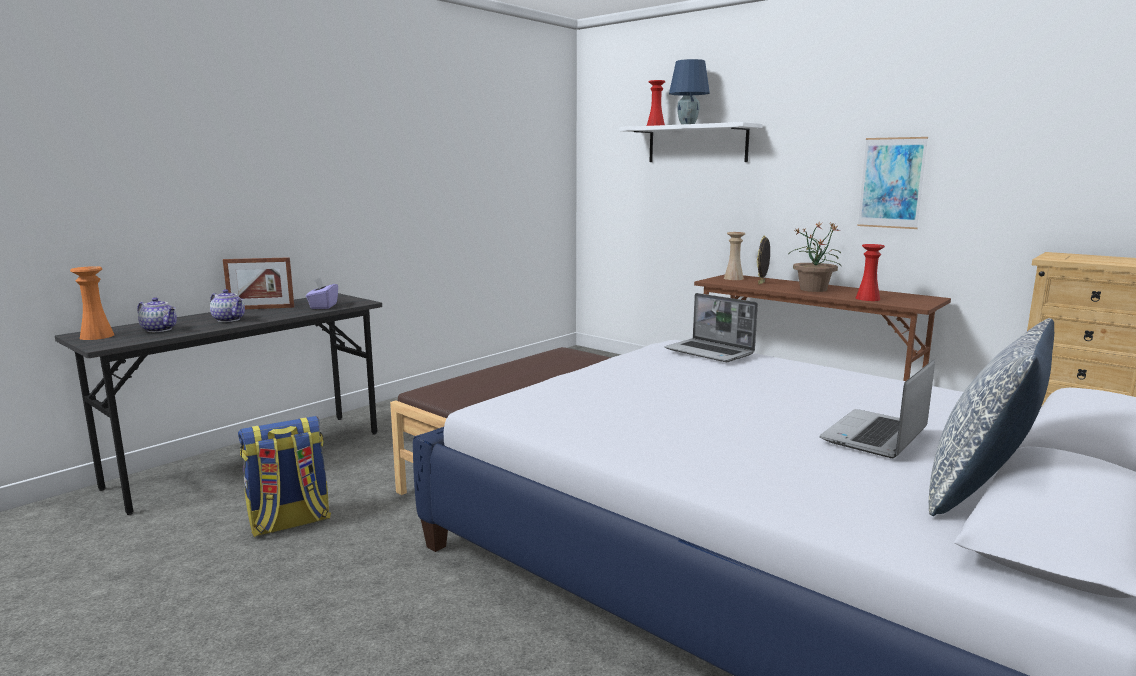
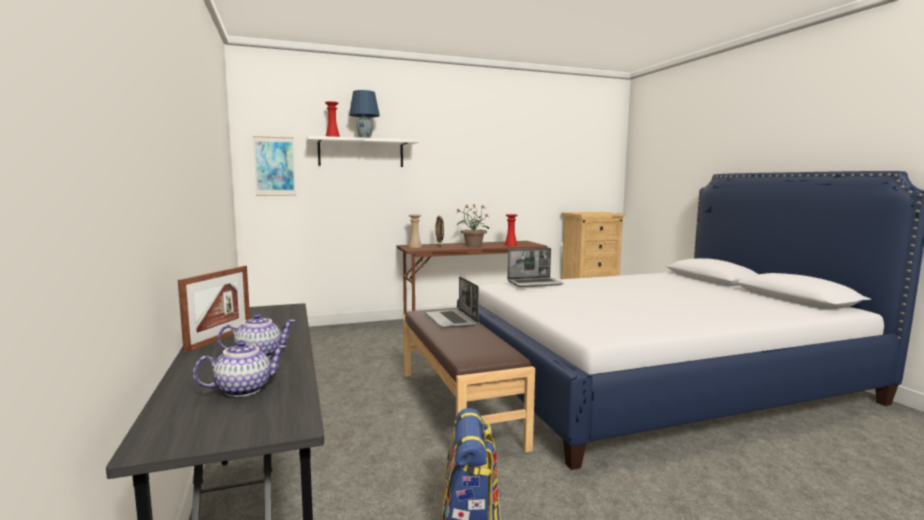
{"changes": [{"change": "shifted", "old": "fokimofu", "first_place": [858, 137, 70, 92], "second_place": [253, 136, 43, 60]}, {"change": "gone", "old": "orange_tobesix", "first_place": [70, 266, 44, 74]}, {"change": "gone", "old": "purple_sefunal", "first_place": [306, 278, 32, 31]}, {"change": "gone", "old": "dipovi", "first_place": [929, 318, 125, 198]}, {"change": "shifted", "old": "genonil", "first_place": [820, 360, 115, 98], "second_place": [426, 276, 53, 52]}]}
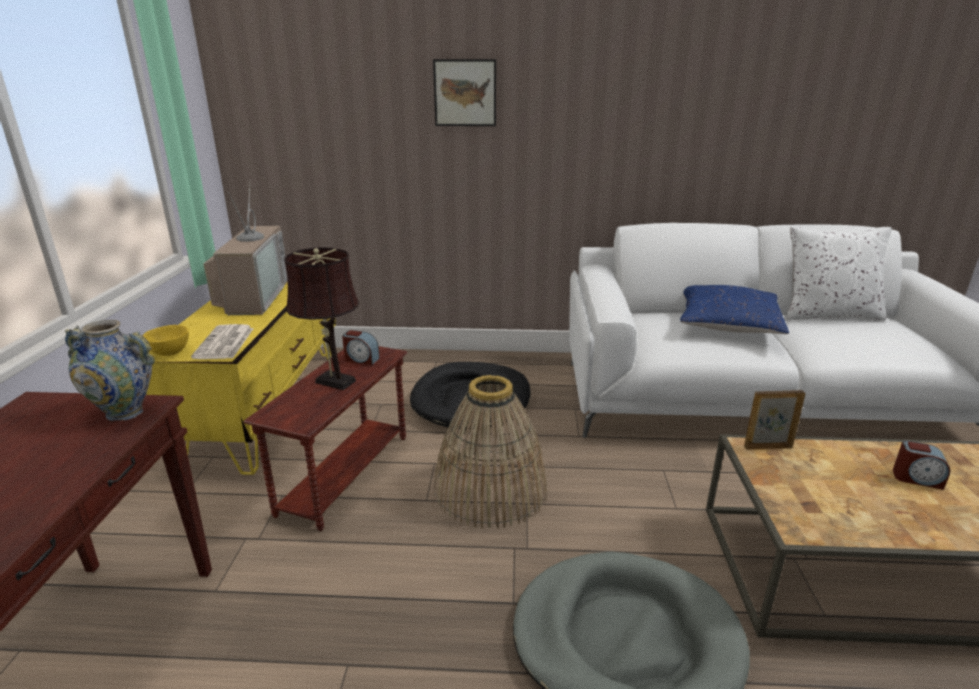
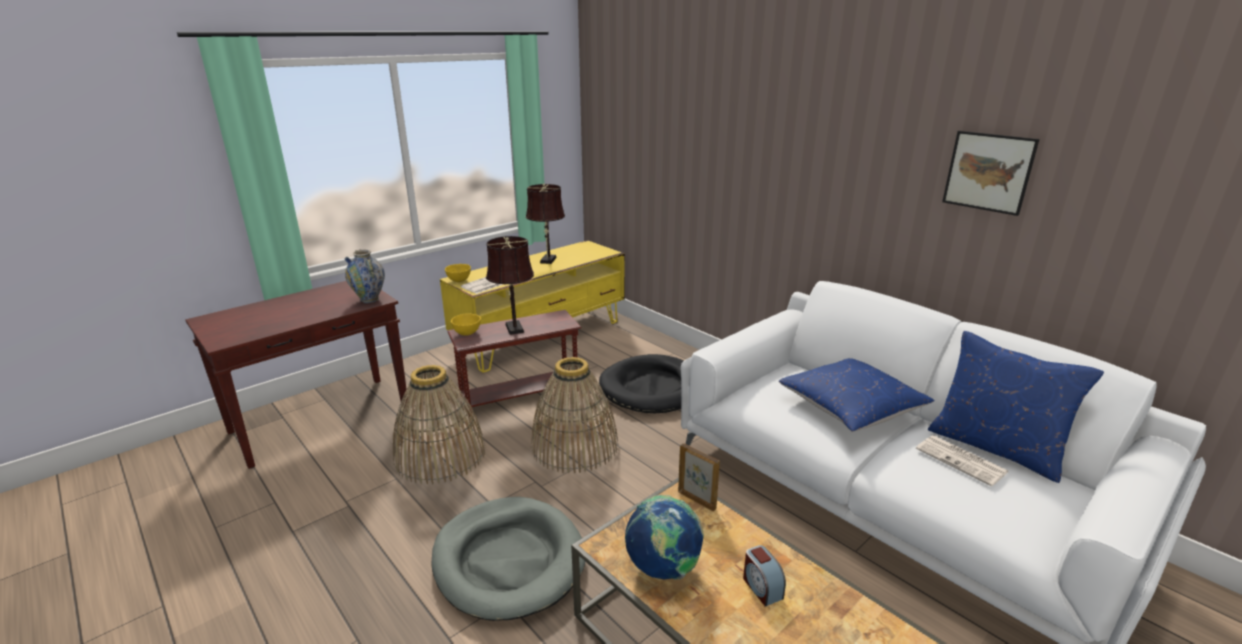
{"changes": [{"change": "shifted", "old": "fokimofu", "first_place": [433, 59, 63, 67], "second_place": [942, 131, 97, 85]}, {"change": "swapped", "old": "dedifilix", "new": "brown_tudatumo", "first_place": [203, 180, 84, 135], "second_place": [526, 183, 39, 81]}, {"change": "repainted", "old": "white_dipovi", "new": "blue_dipovi", "first_place": [786, 227, 106, 94], "second_place": [928, 331, 176, 152]}, {"change": "gone", "old": "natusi", "first_place": [342, 330, 38, 35]}, {"change": "new", "new": "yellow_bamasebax", "second_place": [451, 314, 30, 22]}, {"change": "new", "new": "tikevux", "second_place": [393, 365, 92, 119]}, {"change": "new", "new": "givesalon", "second_place": [916, 435, 92, 52]}, {"change": "new", "new": "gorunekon", "second_place": [625, 495, 79, 85]}]}
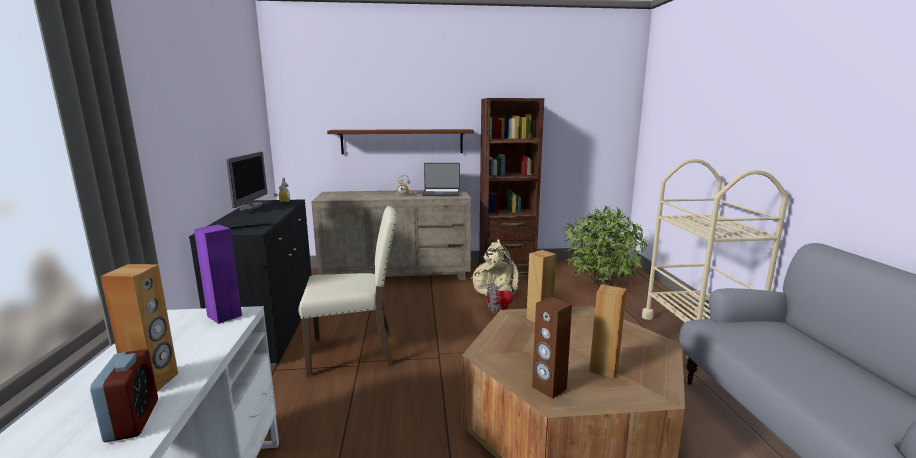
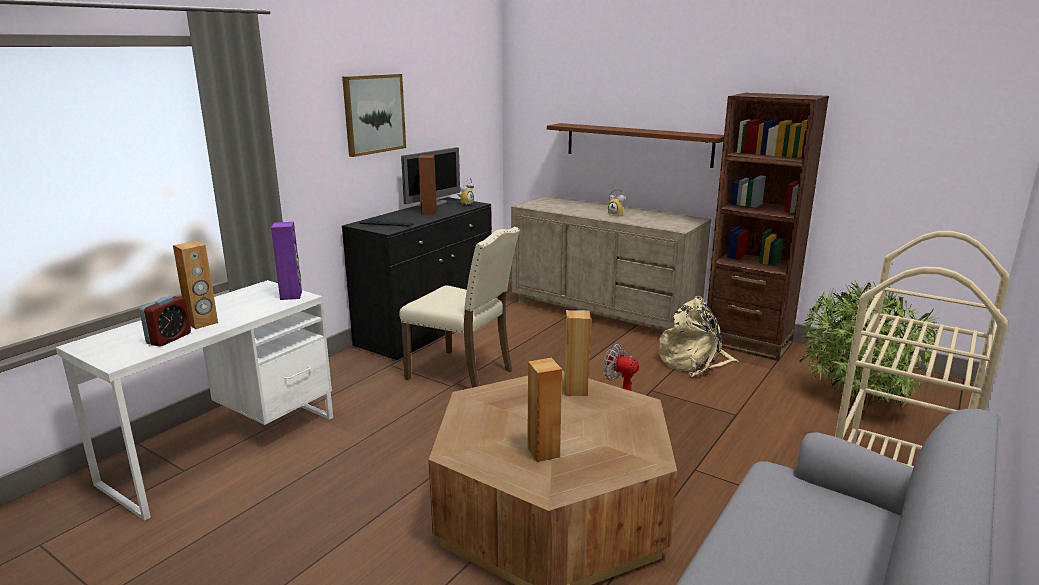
{"changes": [{"change": "gone", "old": "genonil", "first_place": [422, 163, 38, 33]}, {"change": "shifted", "old": "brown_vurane", "first_place": [532, 297, 40, 102], "second_place": [418, 155, 19, 59]}, {"change": "new", "new": "fokimofu", "second_place": [342, 74, 64, 83]}]}
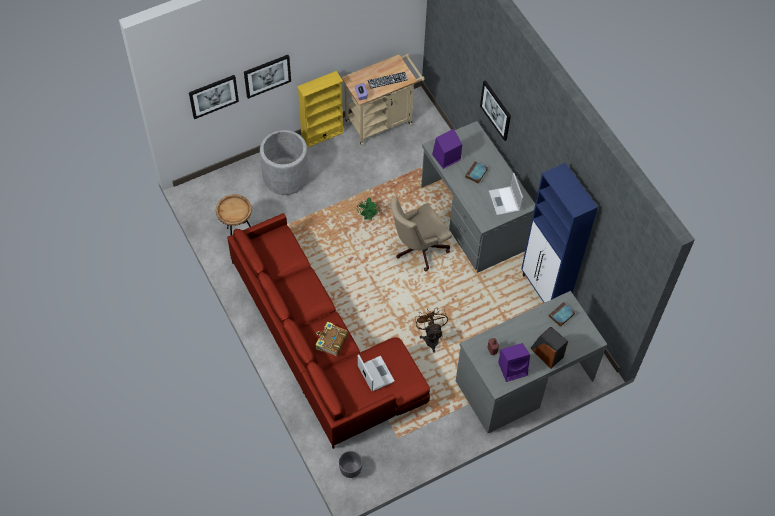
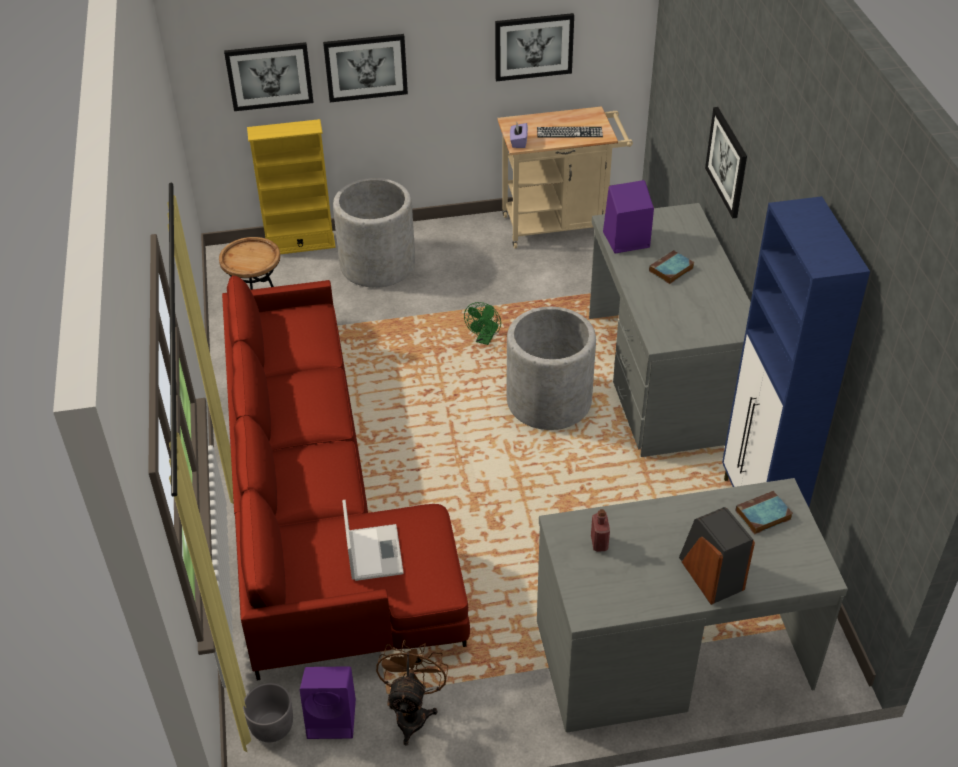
{"changes": [{"change": "shifted", "old": "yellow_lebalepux", "first_place": [297, 71, 47, 77], "second_place": [247, 119, 89, 135]}, {"change": "gone", "old": "genonil", "first_place": [489, 173, 34, 43]}, {"change": "swapped", "old": "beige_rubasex", "new": "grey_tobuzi", "first_place": [390, 197, 62, 74], "second_place": [507, 307, 89, 123]}, {"change": "shifted", "old": "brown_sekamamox", "first_place": [415, 308, 33, 45], "second_place": [376, 640, 73, 106]}, {"change": "gone", "old": "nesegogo", "first_place": [315, 322, 33, 34]}, {"change": "shifted", "old": "purple_vurane", "first_place": [498, 343, 32, 39], "second_place": [300, 666, 56, 73]}, {"change": "new", "new": "fokimofu", "second_place": [495, 13, 79, 68]}]}
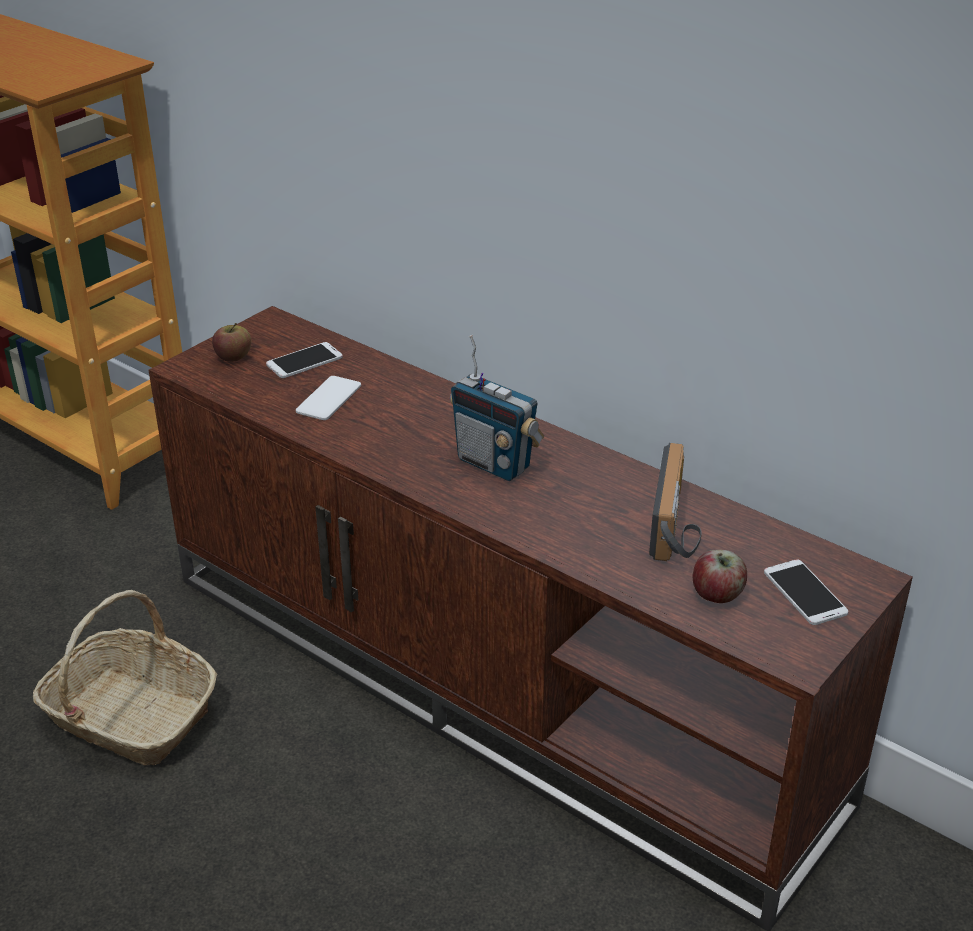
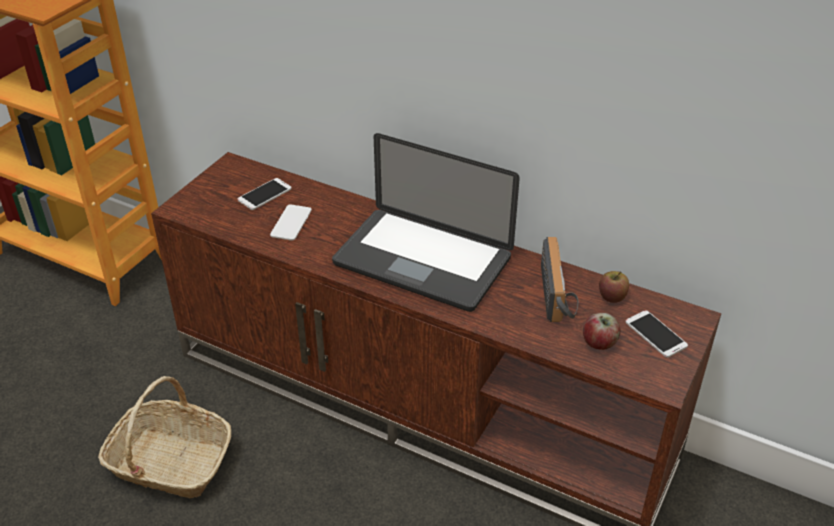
{"changes": [{"change": "shifted", "old": "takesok", "first_place": [212, 323, 39, 39], "second_place": [599, 271, 30, 32]}, {"change": "swapped", "old": "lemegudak", "new": "genonil", "first_place": [450, 335, 94, 146], "second_place": [332, 133, 188, 179]}]}
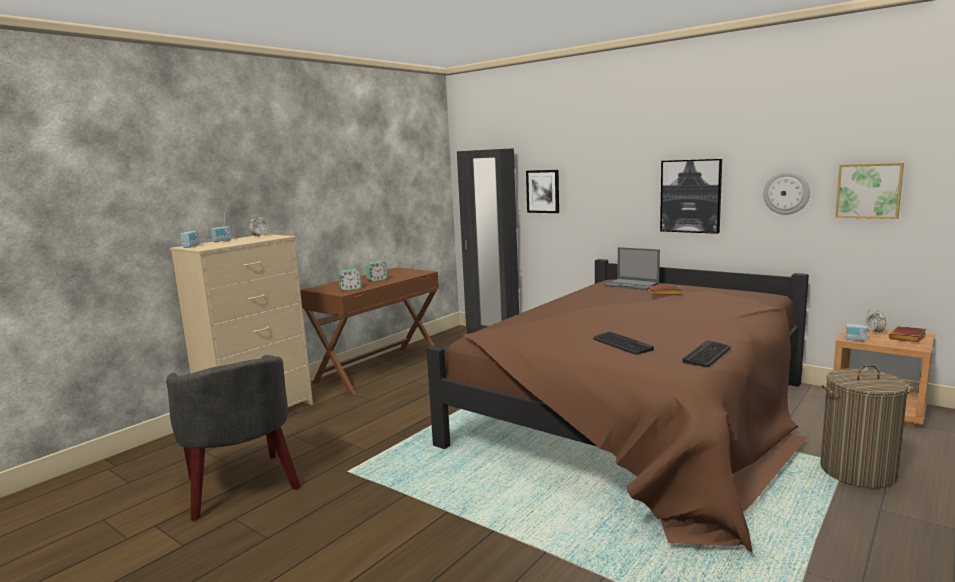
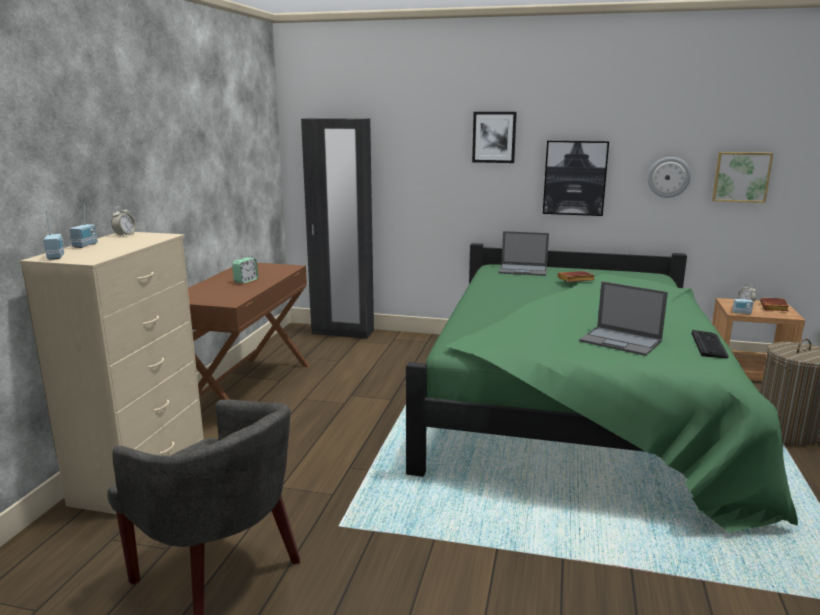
{"changes": [{"change": "shifted", "old": "fokimofu", "first_place": [526, 170, 33, 43], "second_place": [472, 112, 45, 51]}, {"change": "repainted", "old": "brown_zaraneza", "new": "green_zaraneza", "first_place": [426, 259, 383, 294], "second_place": [406, 243, 392, 289]}, {"change": "gone", "old": "natusi", "first_place": [338, 269, 23, 22]}, {"change": "swapped", "old": "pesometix", "new": "genonil", "first_place": [593, 332, 61, 23], "second_place": [579, 281, 89, 75]}]}
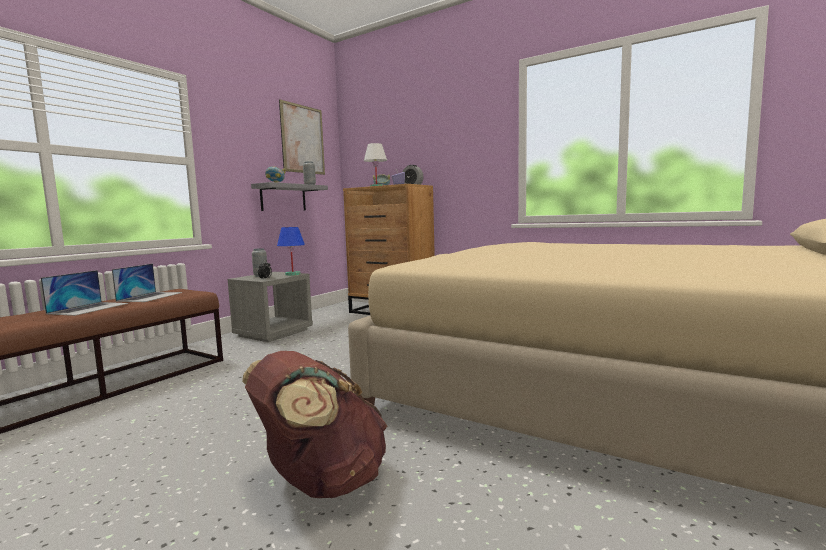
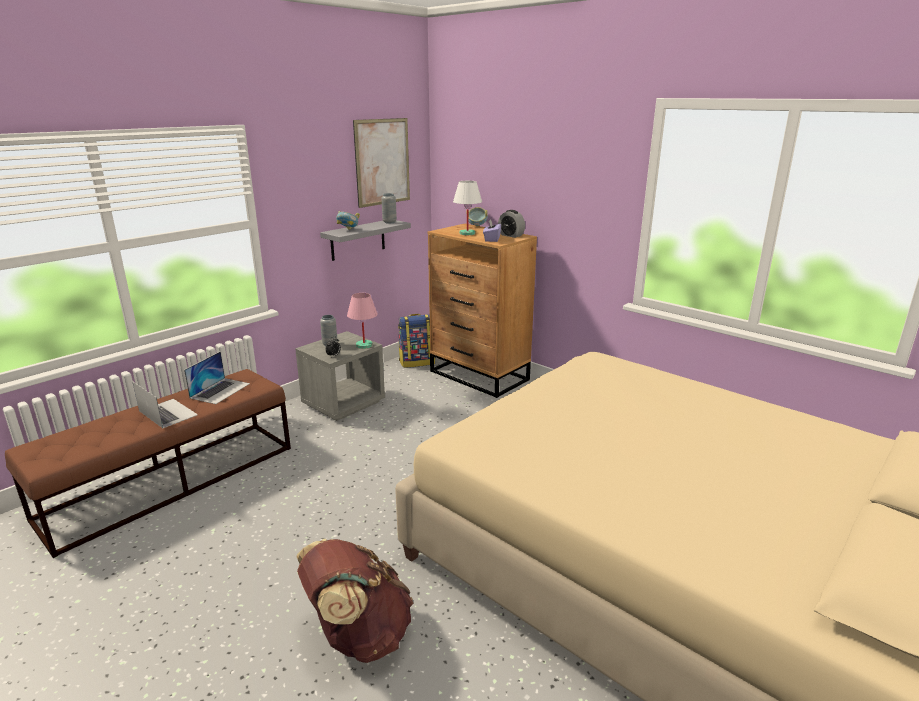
{"changes": [{"change": "repainted", "old": "blue_tudatumo", "new": "pink_tudatumo", "first_place": [277, 227, 28, 49], "second_place": [347, 293, 31, 56]}, {"change": "rotated", "old": "genonil", "first_place": [41, 270, 87, 46], "second_place": [132, 381, 66, 47], "degrees": -75}, {"change": "new", "new": "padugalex", "second_place": [398, 314, 37, 54]}]}
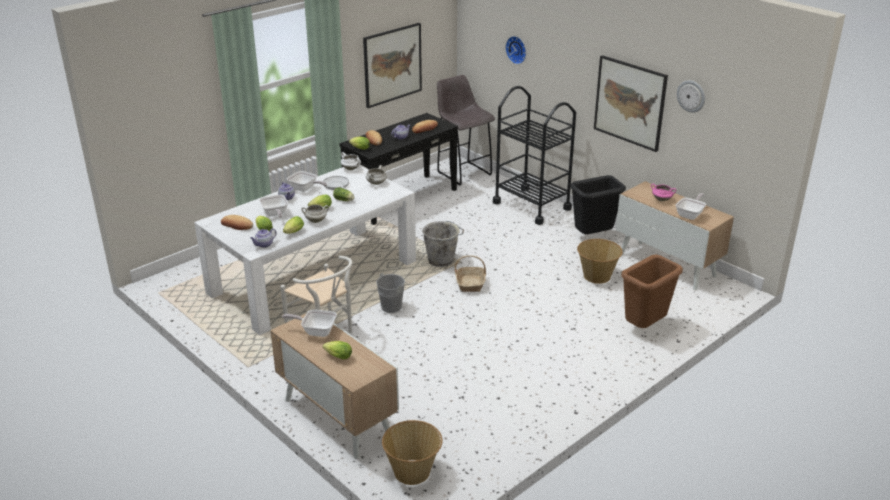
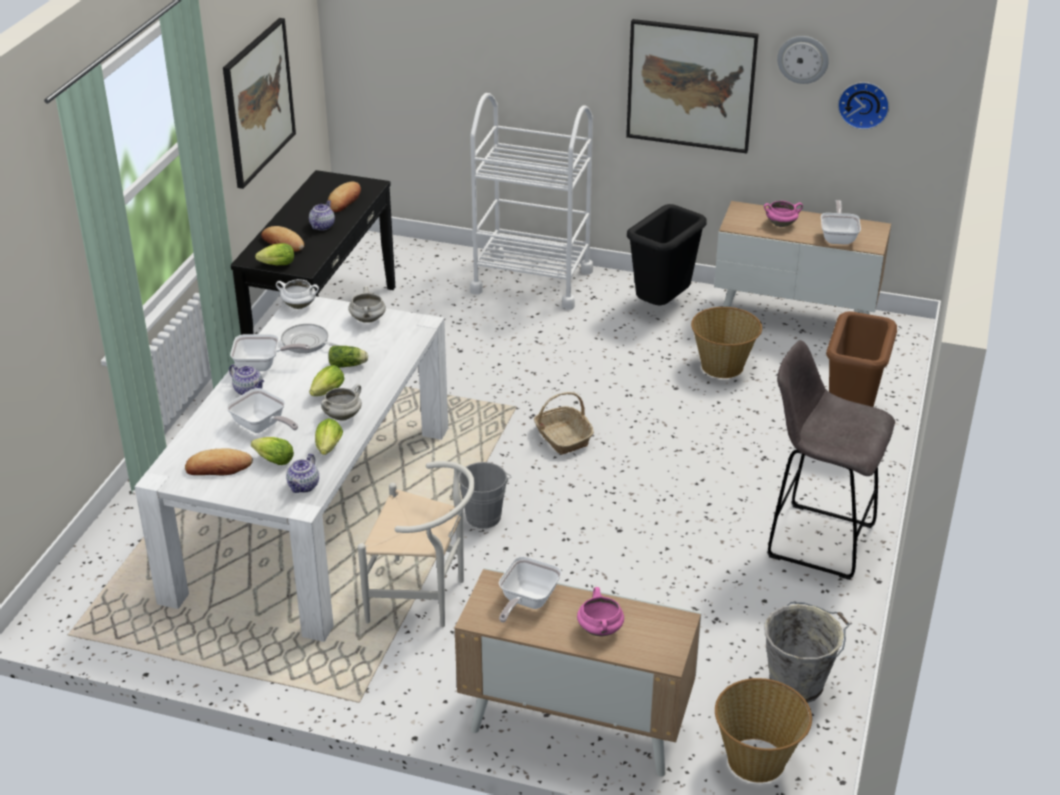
{"changes": [{"change": "shifted", "old": "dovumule", "first_place": [505, 36, 21, 28], "second_place": [838, 82, 51, 48]}, {"change": "shifted", "old": "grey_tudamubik", "first_place": [437, 75, 58, 111], "second_place": [767, 340, 128, 240]}, {"change": "repainted", "old": "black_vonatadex", "new": "white_vonatadex", "first_place": [493, 86, 83, 139], "second_place": [470, 93, 123, 217]}, {"change": "shifted", "old": "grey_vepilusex", "first_place": [422, 221, 42, 46], "second_place": [764, 602, 85, 102]}, {"change": "rotated", "old": "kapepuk", "first_place": [282, 309, 55, 28], "second_place": [499, 557, 63, 65], "degrees": -45}, {"change": "swapped", "old": "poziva", "new": "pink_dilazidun", "first_place": [323, 341, 29, 18], "second_place": [577, 587, 47, 49]}]}
